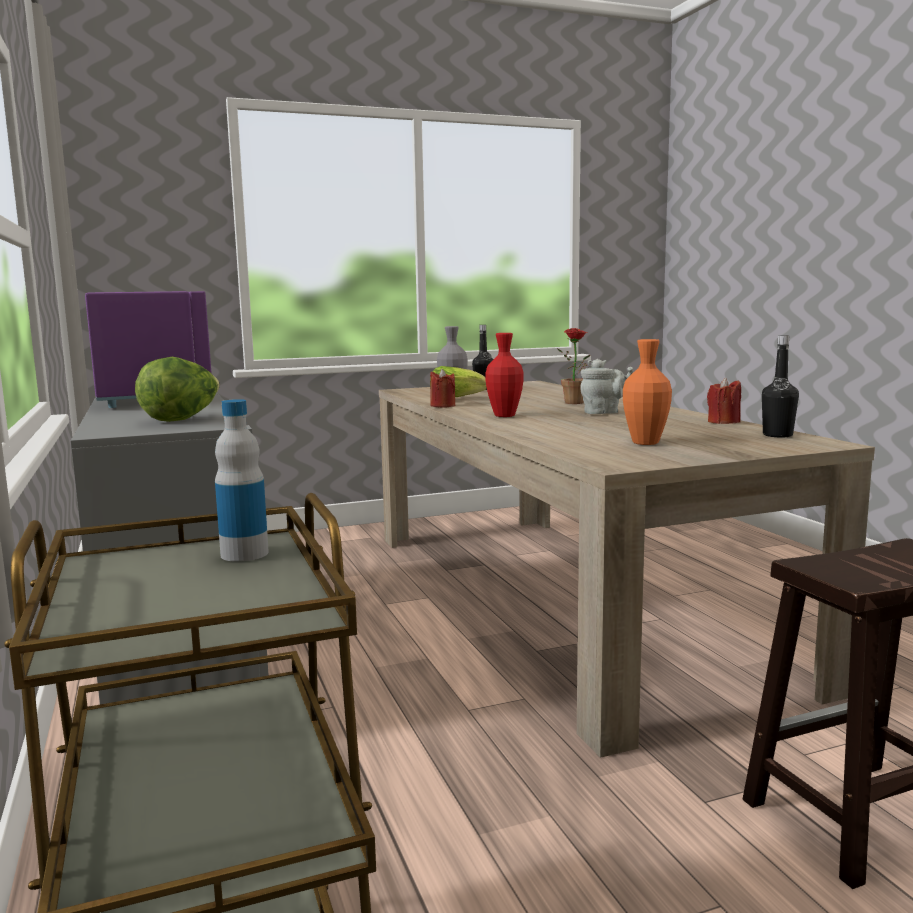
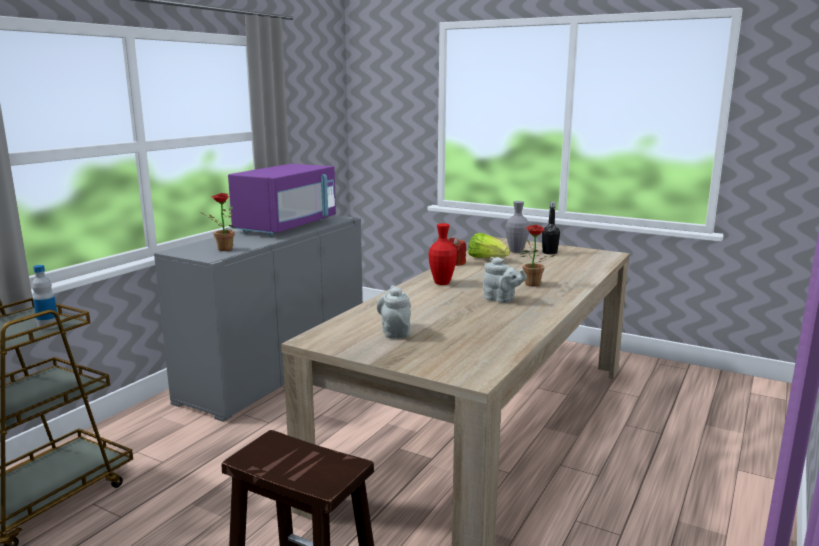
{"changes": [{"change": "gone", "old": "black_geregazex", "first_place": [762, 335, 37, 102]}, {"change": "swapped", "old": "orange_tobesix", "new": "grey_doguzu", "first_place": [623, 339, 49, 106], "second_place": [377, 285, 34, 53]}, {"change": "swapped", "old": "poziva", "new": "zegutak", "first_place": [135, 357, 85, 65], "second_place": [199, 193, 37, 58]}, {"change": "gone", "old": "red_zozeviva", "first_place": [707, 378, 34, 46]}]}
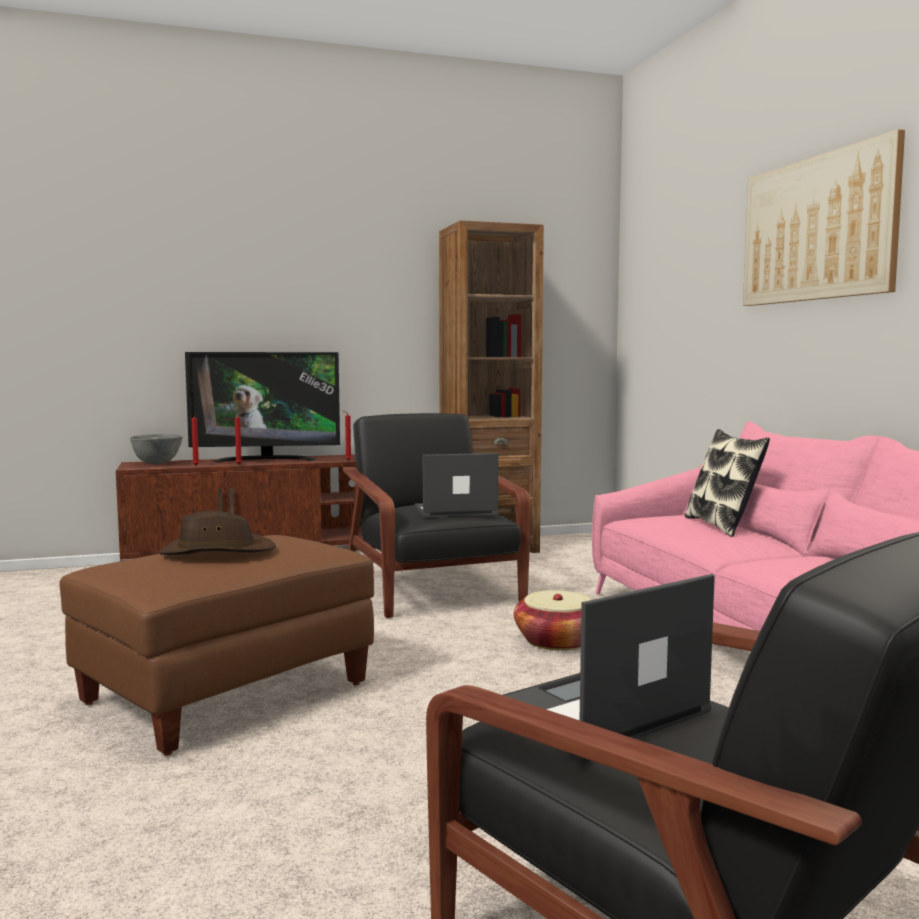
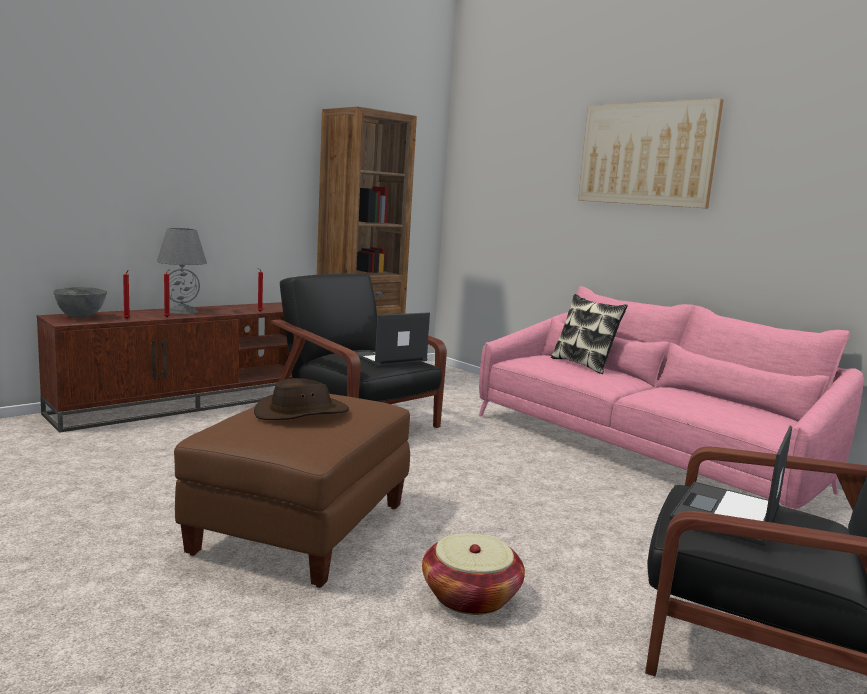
{"changes": [{"change": "swapped", "old": "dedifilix", "new": "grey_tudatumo", "first_place": [185, 352, 155, 111], "second_place": [157, 228, 50, 86]}, {"change": "shifted", "old": "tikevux", "first_place": [514, 590, 77, 60], "second_place": [422, 533, 103, 82]}]}
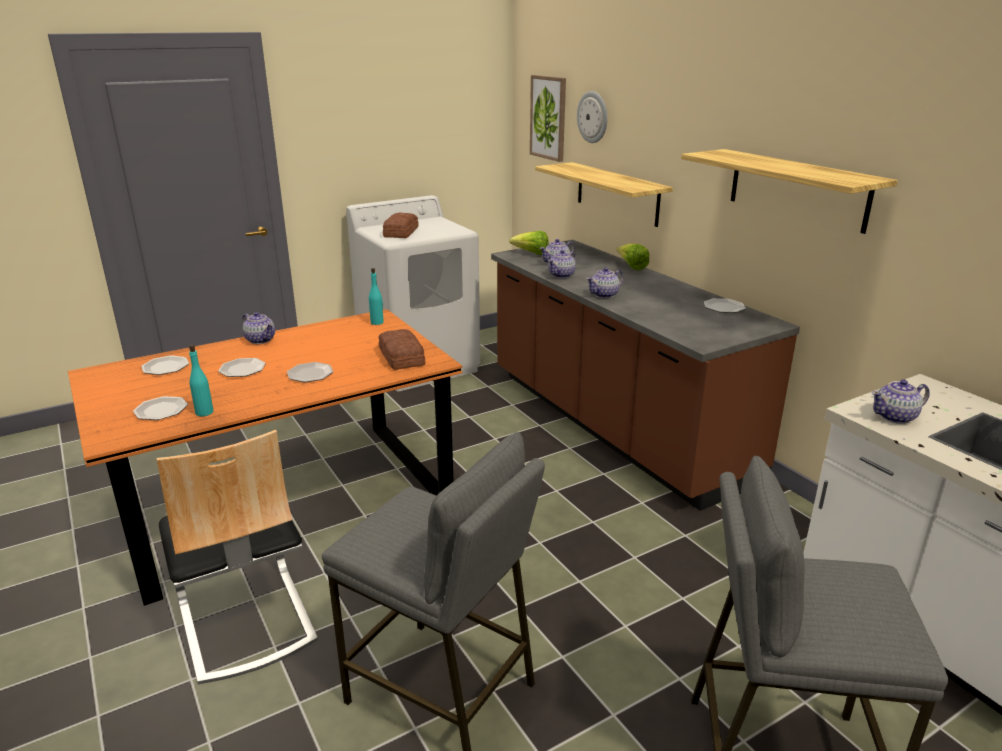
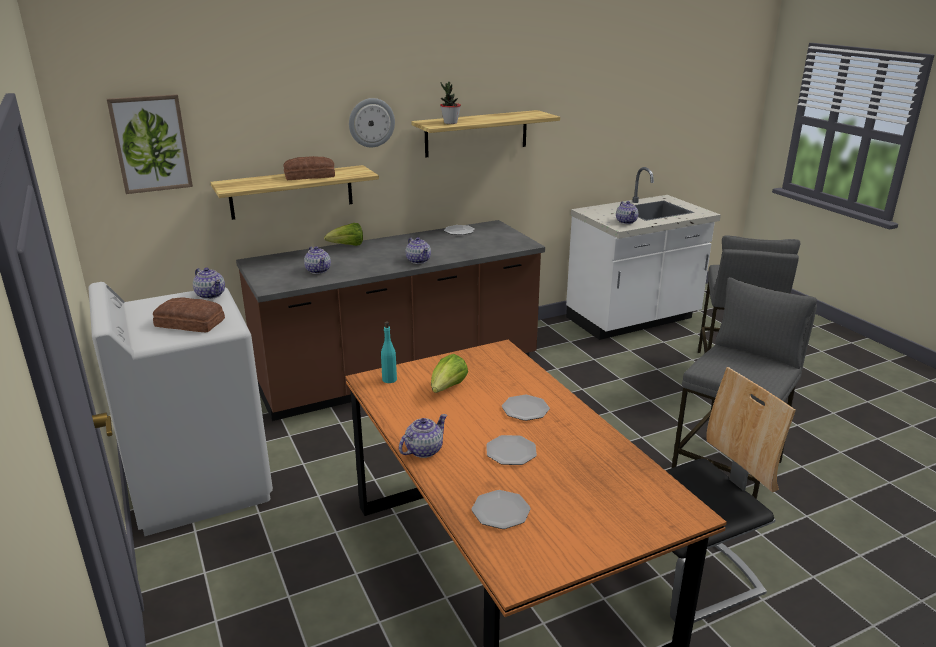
{"changes": [{"change": "shifted", "old": "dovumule", "first_place": [577, 91, 31, 52], "second_place": [349, 98, 46, 49]}, {"change": "shifted", "old": "poziva", "first_place": [509, 231, 40, 24], "second_place": [431, 354, 37, 39]}, {"change": "shifted", "old": "doguzu", "first_place": [548, 250, 28, 28], "second_place": [193, 267, 32, 32]}, {"change": "shifted", "old": "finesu", "first_place": [379, 329, 46, 41], "second_place": [283, 156, 52, 24]}, {"change": "gone", "old": "turquoise_geregazex", "first_place": [189, 345, 25, 71]}, {"change": "gone", "old": "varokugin", "first_place": [133, 396, 55, 24]}, {"change": "new", "new": "zegutak", "second_place": [440, 82, 21, 42]}]}
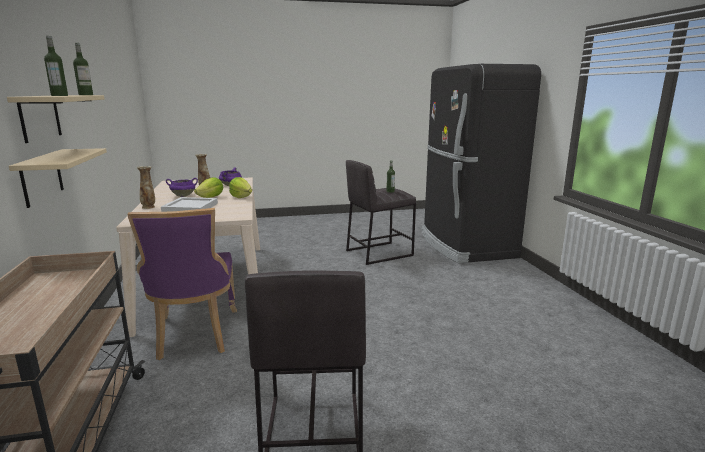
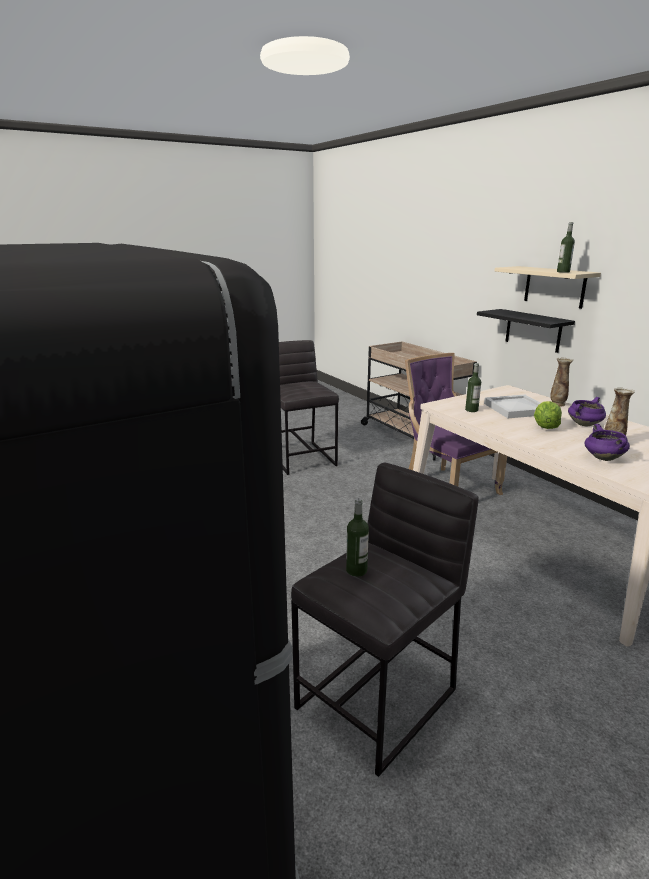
{"changes": [{"change": "shifted", "old": "geregazex", "first_place": [44, 36, 24, 60], "second_place": [465, 363, 16, 49]}, {"change": "repainted", "old": "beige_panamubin", "new": "black_panamubin", "first_place": [9, 148, 98, 60], "second_place": [477, 309, 98, 44]}, {"change": "gone", "old": "poziva", "first_place": [229, 177, 23, 21]}]}
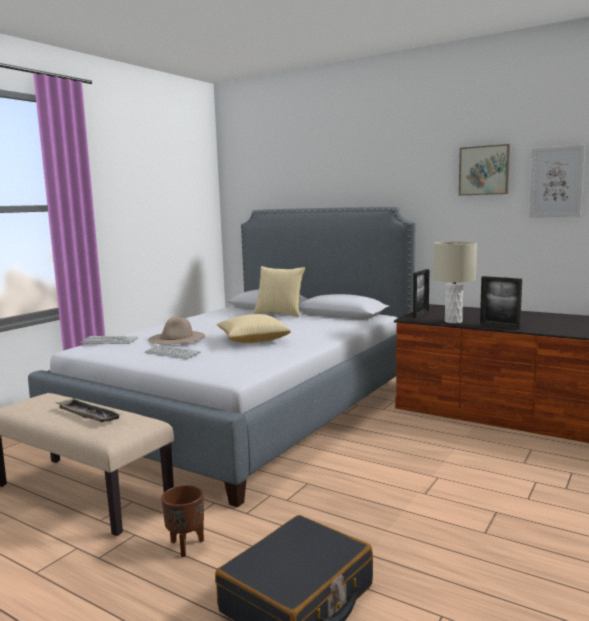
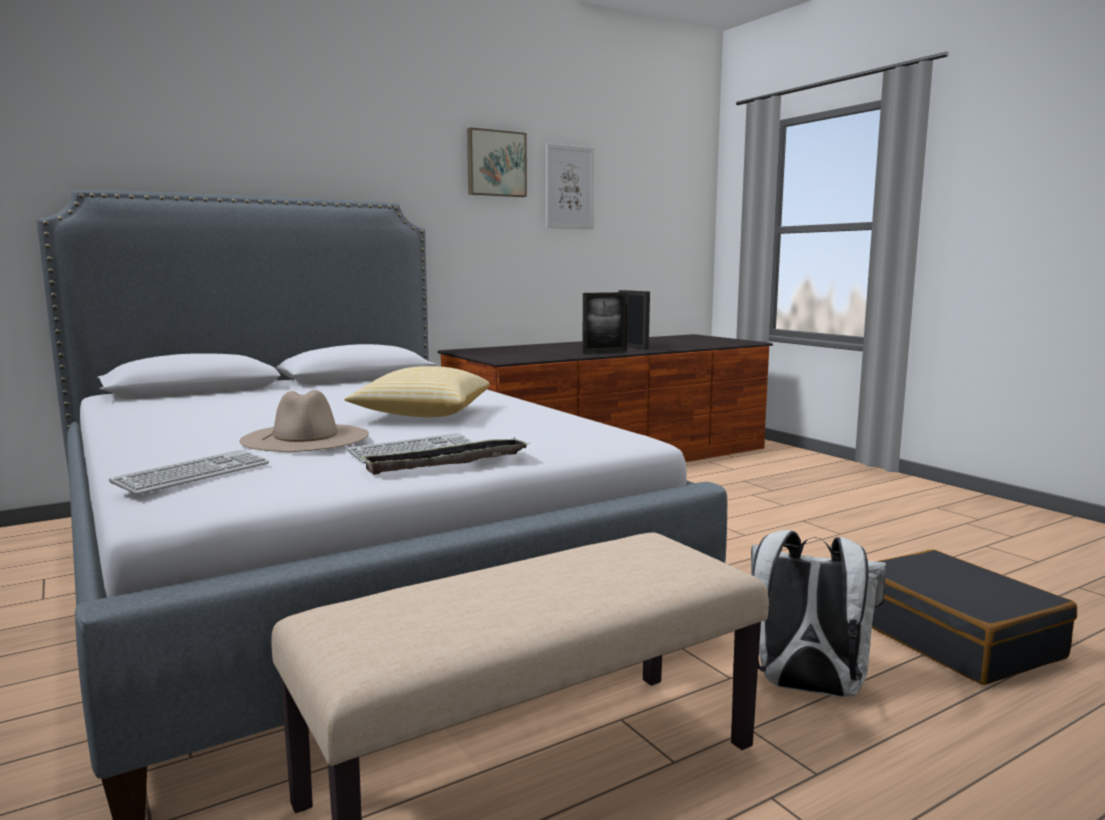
{"changes": [{"change": "gone", "old": "beige_tudatumo", "first_place": [433, 241, 44, 83]}, {"change": "gone", "old": "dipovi", "first_place": [254, 266, 51, 51]}, {"change": "shifted", "old": "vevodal", "first_place": [413, 269, 16, 49], "second_place": [618, 290, 32, 60]}, {"change": "shifted", "old": "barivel", "first_place": [56, 398, 66, 24], "second_place": [360, 437, 168, 38]}, {"change": "swapped", "old": "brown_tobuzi", "new": "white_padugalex", "first_place": [161, 485, 43, 72], "second_place": [751, 530, 136, 167]}]}
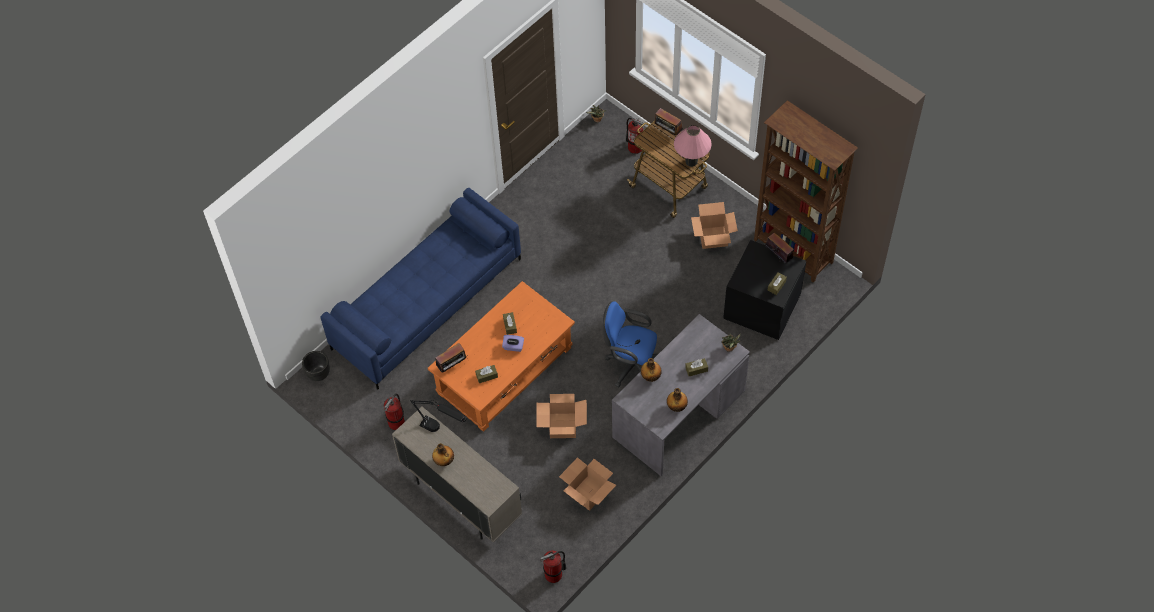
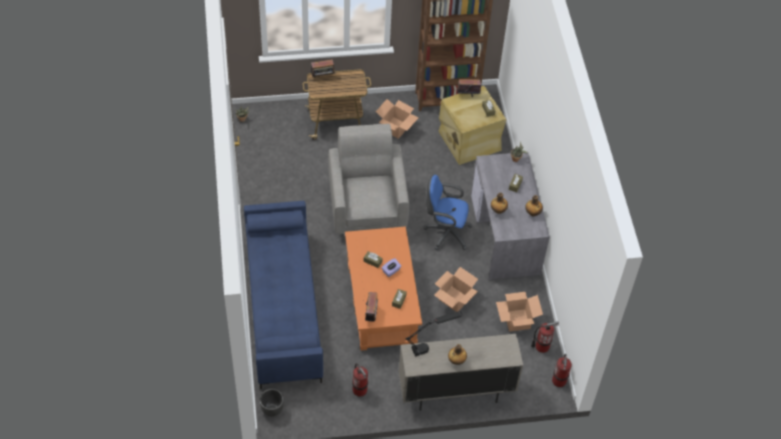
{"changes": [{"change": "shifted", "old": "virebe", "first_place": [626, 118, 19, 36], "second_place": [531, 321, 28, 32]}, {"change": "gone", "old": "pink_tudatumo", "first_place": [674, 125, 38, 42]}, {"change": "repainted", "old": "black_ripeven", "new": "beige_ripeven", "first_place": [723, 240, 83, 100], "second_place": [438, 86, 69, 79]}, {"change": "rotated", "old": "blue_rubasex", "first_place": [603, 301, 55, 86], "second_place": [423, 175, 49, 76], "degrees": 45}, {"change": "new", "new": "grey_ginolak", "second_place": [328, 124, 81, 110]}]}
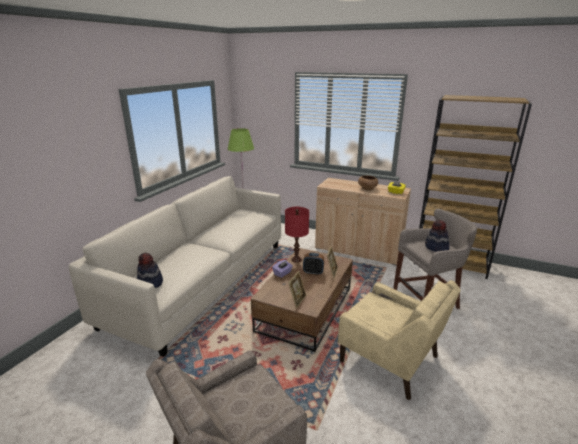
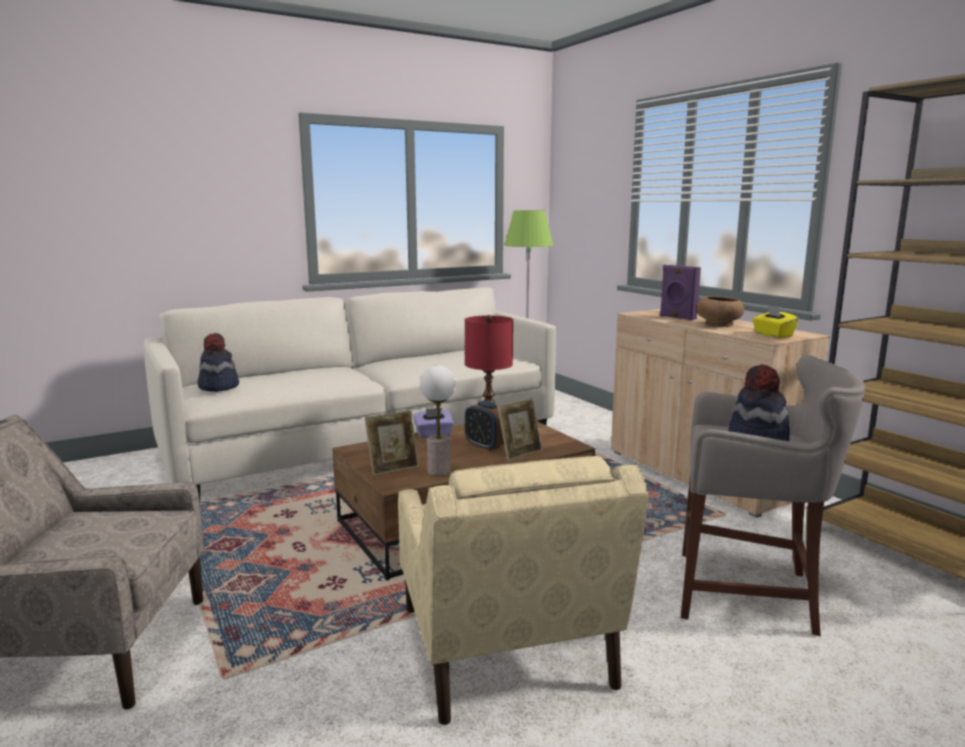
{"changes": [{"change": "new", "new": "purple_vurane", "second_place": [660, 265, 41, 56]}, {"change": "new", "new": "tudatumo", "second_place": [420, 366, 36, 110]}]}
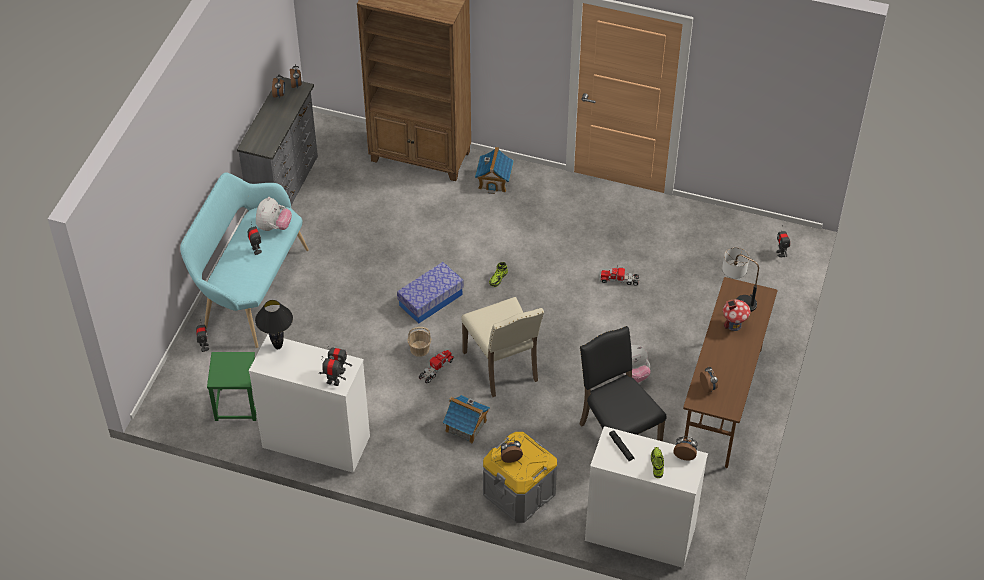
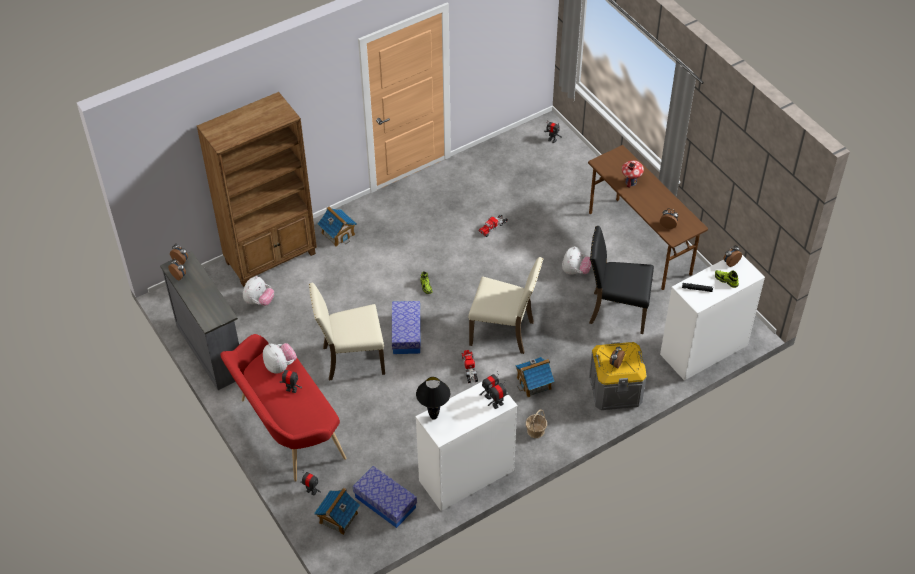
{"changes": [{"change": "repainted", "old": "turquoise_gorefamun", "new": "red_gorefamun", "first_place": [180, 172, 129, 176], "second_place": [220, 334, 126, 147]}, {"change": "gone", "old": "tudatumo", "first_place": [722, 247, 37, 65]}, {"change": "shifted", "old": "tikevux", "first_place": [407, 327, 24, 30], "second_place": [526, 409, 21, 29]}, {"change": "swapped", "old": "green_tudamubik", "new": "ripeven", "first_place": [207, 352, 49, 69], "second_place": [353, 466, 64, 62]}, {"change": "new", "new": "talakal", "second_place": [243, 276, 31, 30]}, {"change": "new", "new": "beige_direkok", "second_place": [309, 283, 76, 97]}, {"change": "new", "new": "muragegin", "second_place": [314, 488, 46, 47]}]}
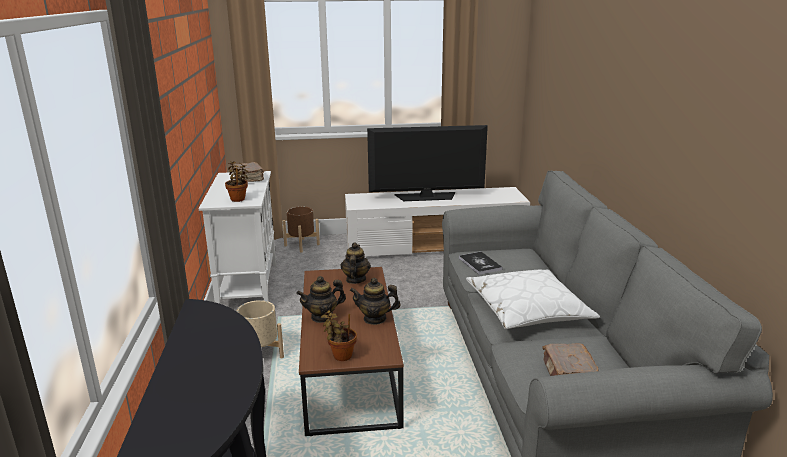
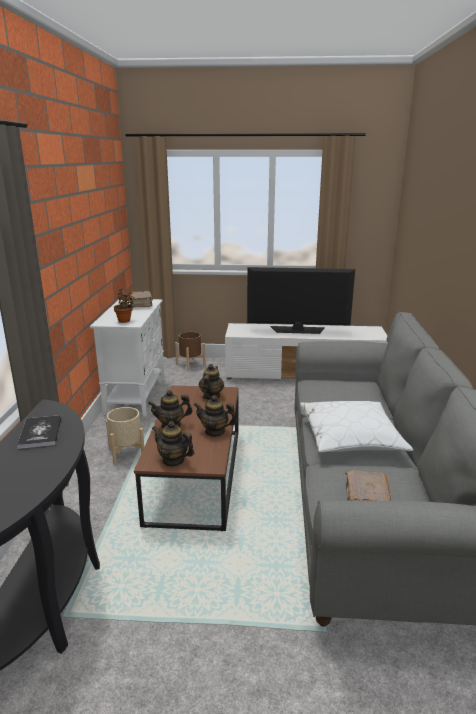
{"changes": [{"change": "shifted", "old": "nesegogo", "first_place": [459, 252, 44, 23], "second_place": [17, 415, 45, 34]}, {"change": "swapped", "old": "zegutak", "new": "doguzu", "first_place": [320, 310, 37, 51], "second_place": [152, 421, 42, 46]}]}
